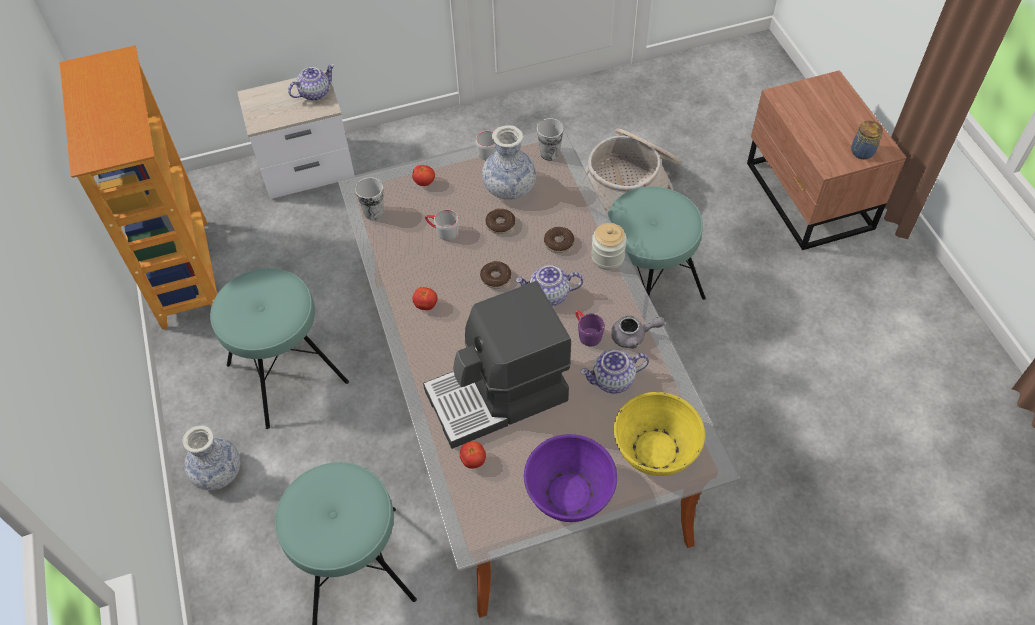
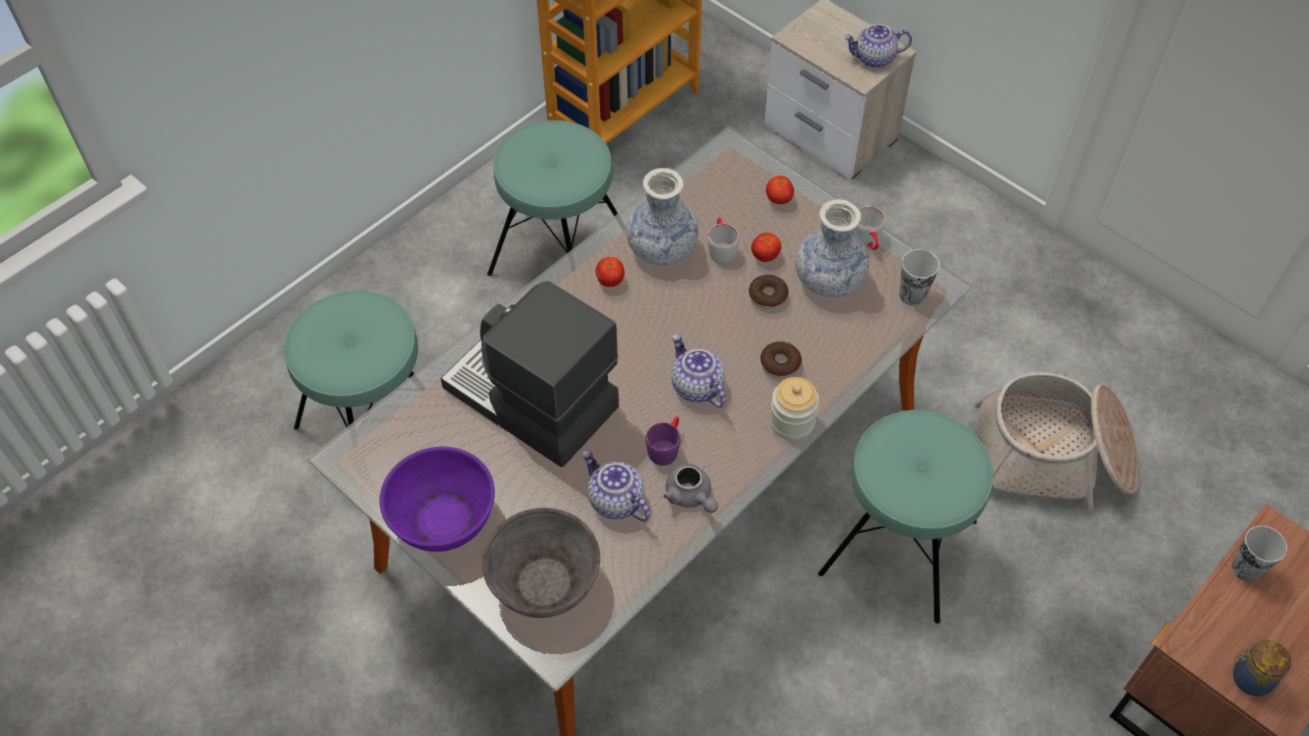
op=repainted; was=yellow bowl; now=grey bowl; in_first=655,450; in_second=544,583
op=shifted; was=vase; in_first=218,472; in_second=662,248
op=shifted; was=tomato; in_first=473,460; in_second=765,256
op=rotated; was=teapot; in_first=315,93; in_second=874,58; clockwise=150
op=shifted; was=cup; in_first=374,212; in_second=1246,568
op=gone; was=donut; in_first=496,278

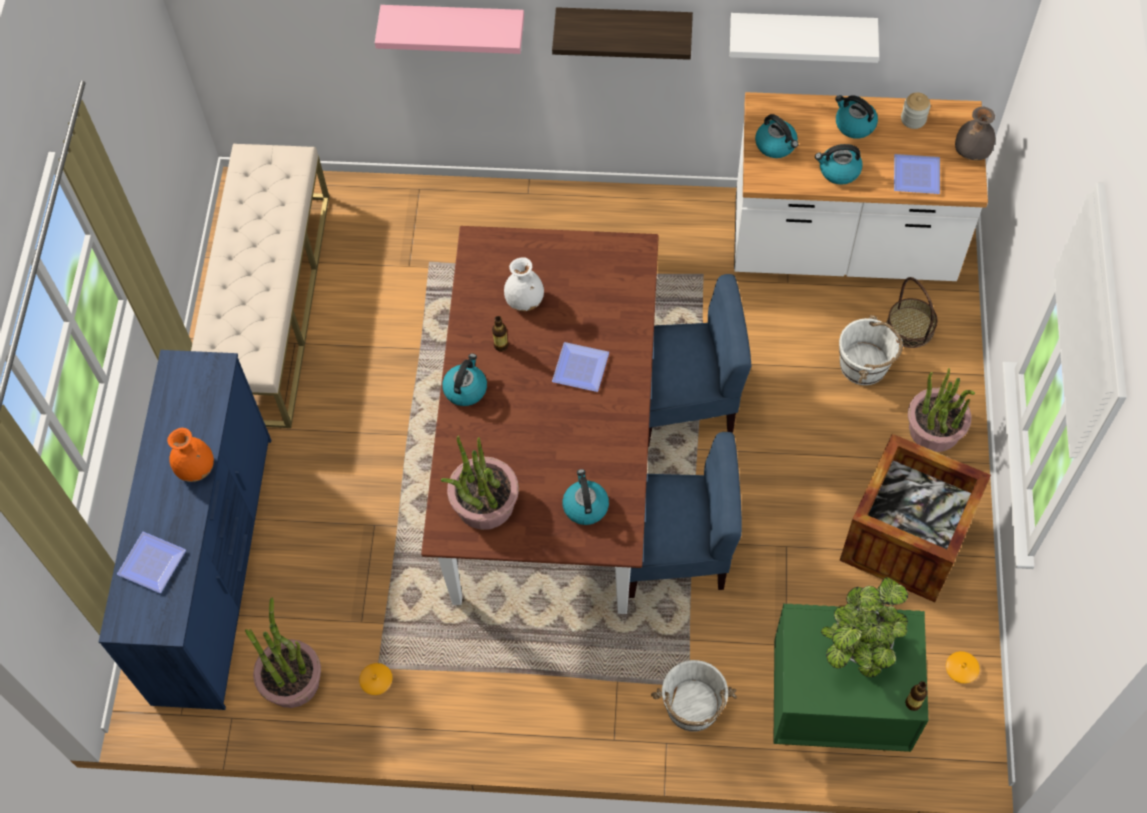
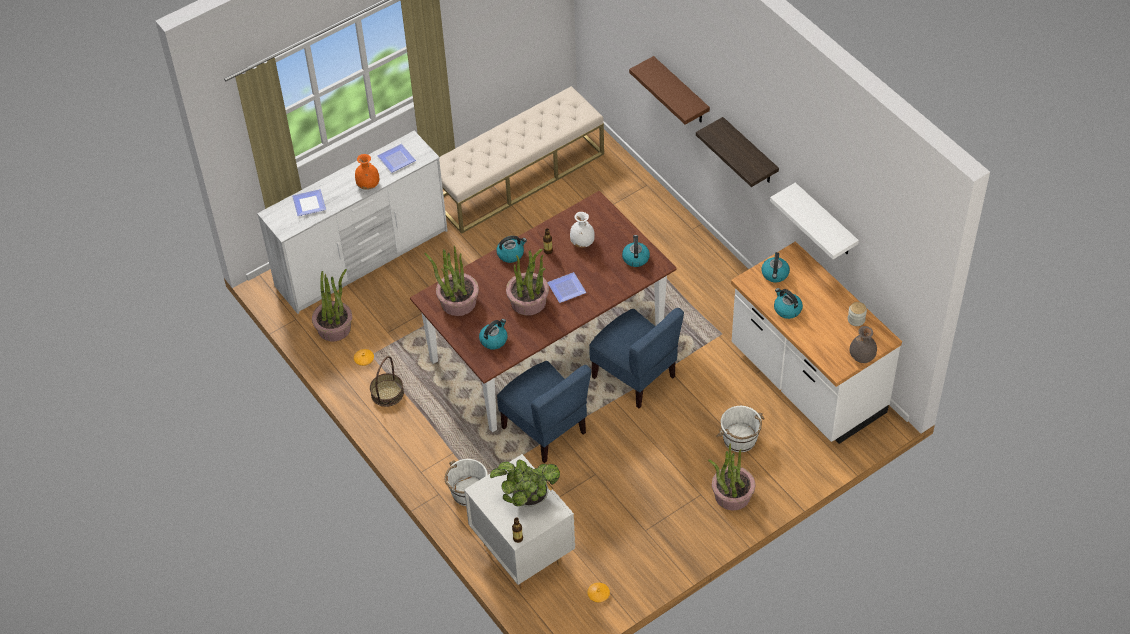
op=repainted; was=blue dresser; now=white dresser; in_first=215,567; in_second=363,259
op=shifted; was=basket; in_first=910,327; in_second=387,393
op=shifted; was=plate; in_first=918,177; in_second=396,160
op=repainted; was=green nightstand; now=white nightstand; in_first=835,710; in_second=523,553
op=new; now=potted plant; in_second=528,301
op=shifted; was=kettle; in_first=854,125; in_second=635,258
op=repainted; was=pink shelf; now=brown shelf; in_first=454,23; in_second=681,92
op=gone; was=crate; in_first=905,539

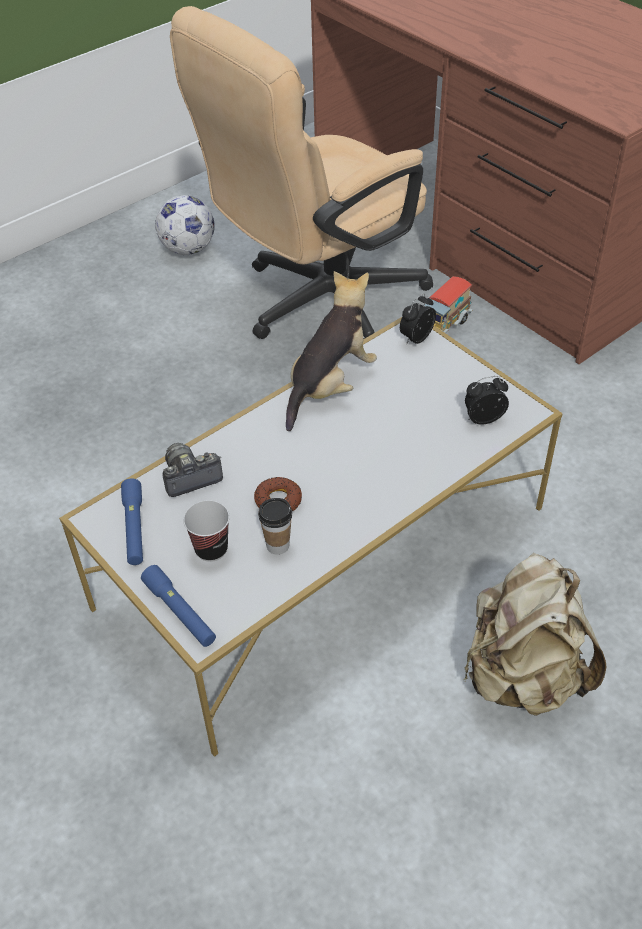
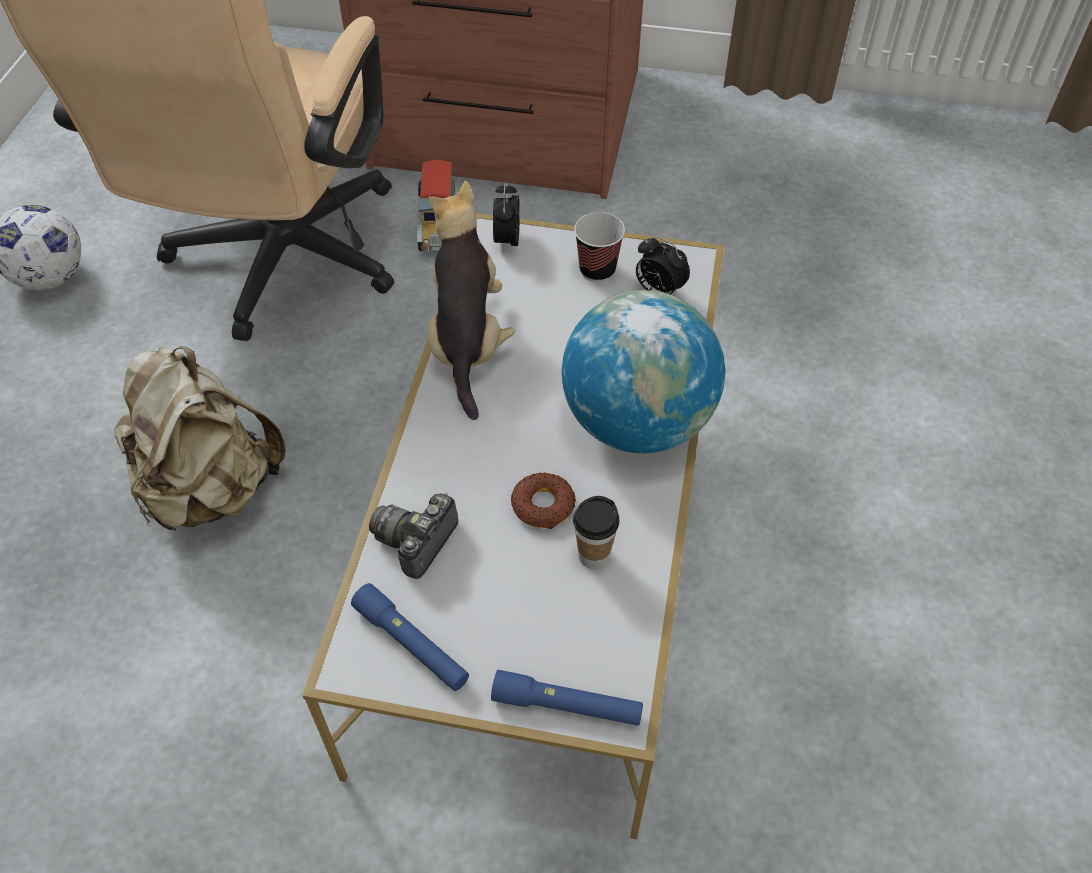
op=shifted; was=beige backpack; in_first=523,675; in_second=211,488
op=new; now=globe; in_second=637,422
op=shifted; was=cup; in_first=211,549; in_second=597,270
op=rotated; was=alarm clock; in_first=483,418; in_second=658,291; clockwise=-90

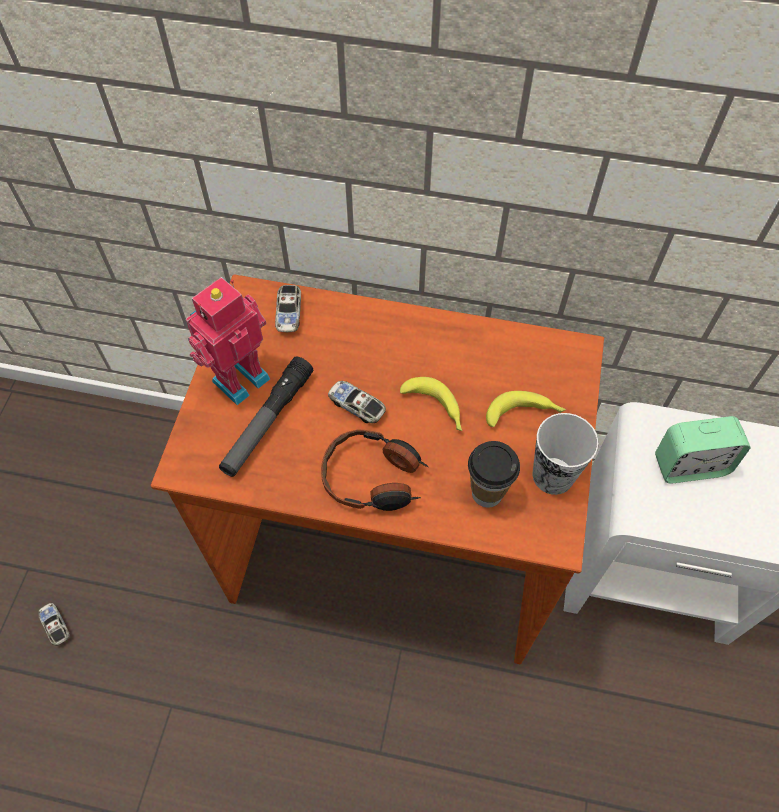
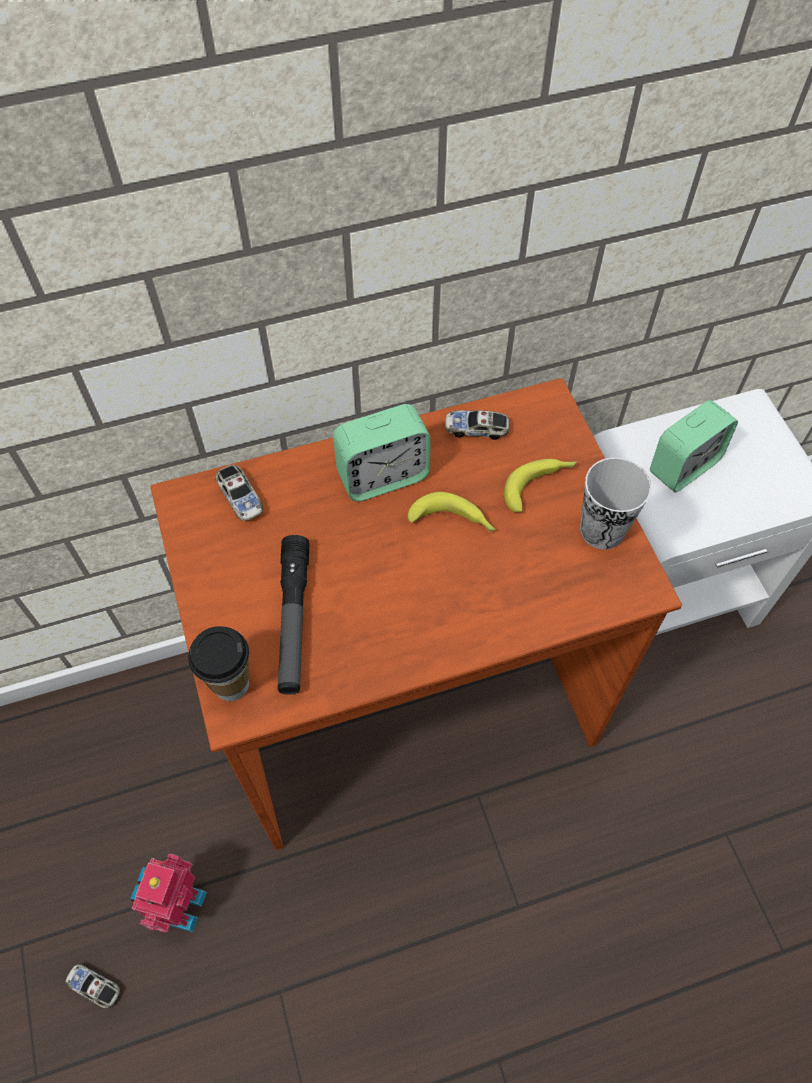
op=shifted; was=toy robot; in_first=238,377; in_second=179,906
op=shifted; was=cup; in_first=487,493; in_second=231,684
op=new; now=alarm clock; in_second=383,476
op=shifted; was=toy car; in_first=356,406; in_second=476,429
op=gone; was=headphones; in_first=373,478

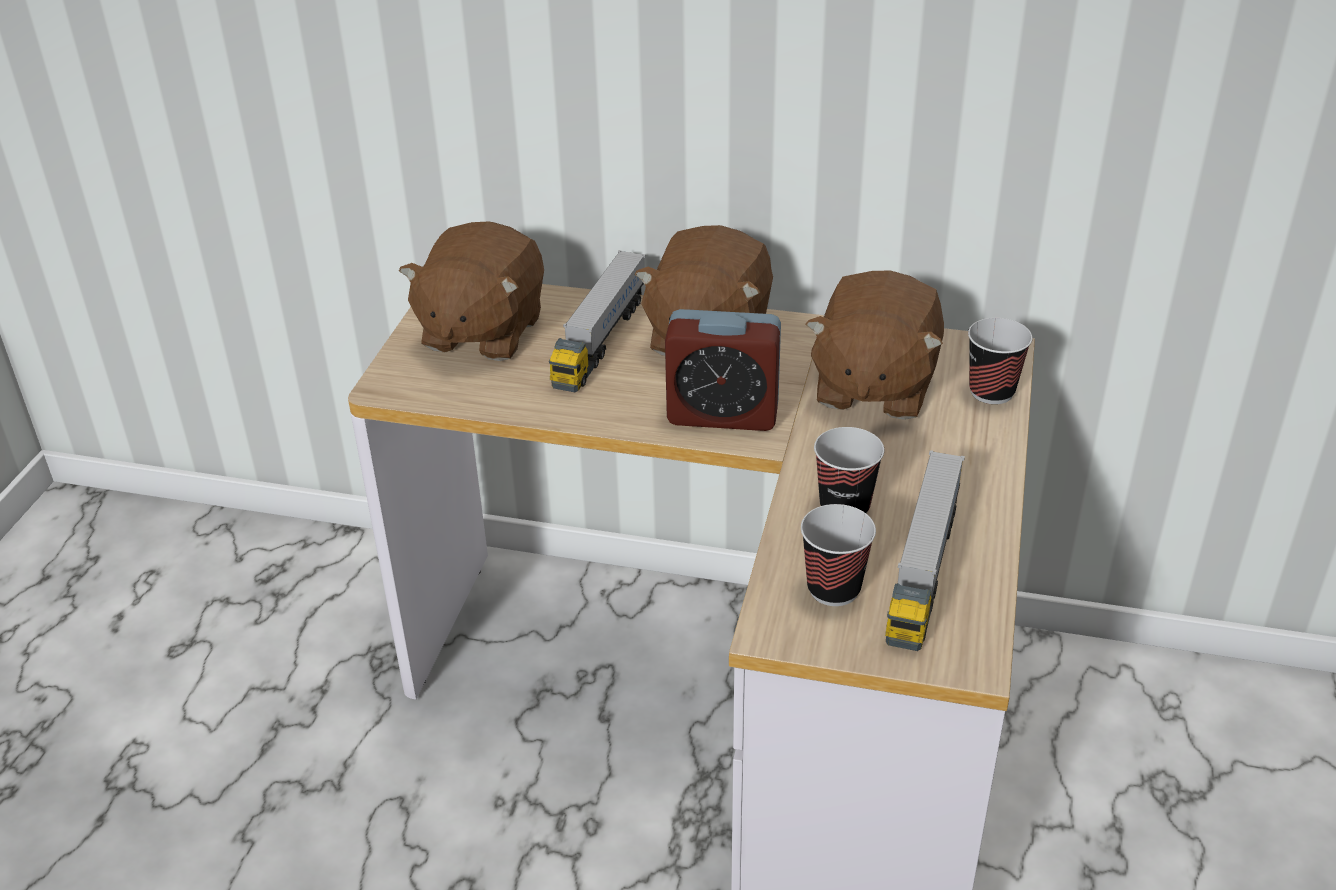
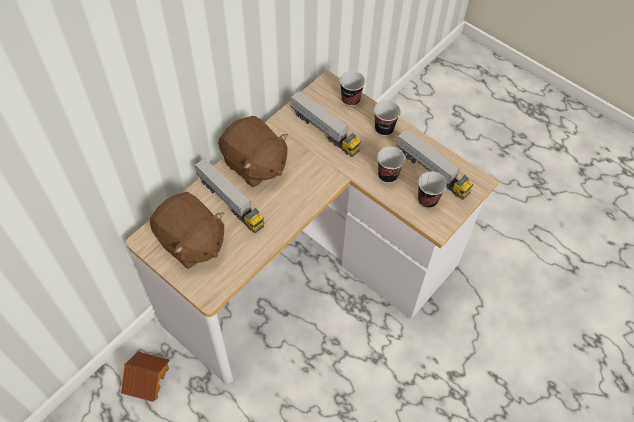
op=new; now=toy house; in_second=147,379
op=swapped; was=brown plush toy; now=toy truck; in_first=873,387; in_second=324,131
op=new; now=cup; in_second=384,129
op=gone; was=alarm clock; in_first=722,414

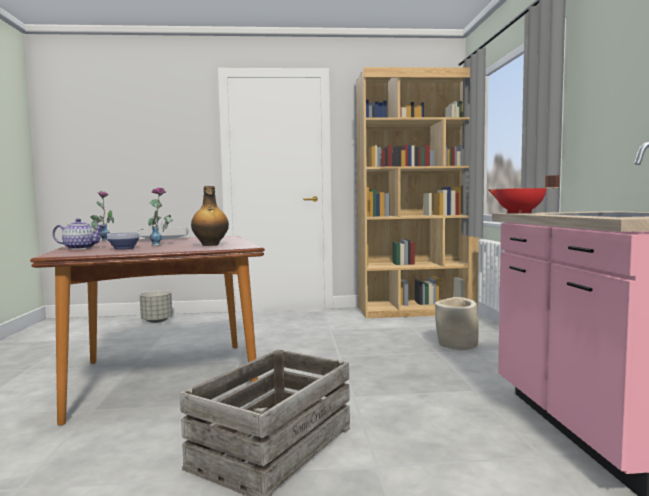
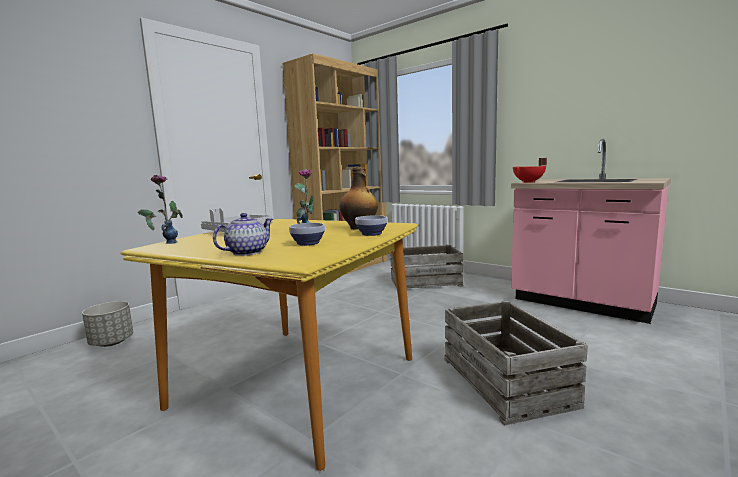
op=repainted; was=brown dining table; now=yellow dining table; in_first=164,378; in_second=297,383
op=new; now=bowl; in_second=372,234
op=swapped; was=beige planter; now=crate; in_first=457,344; in_second=425,281

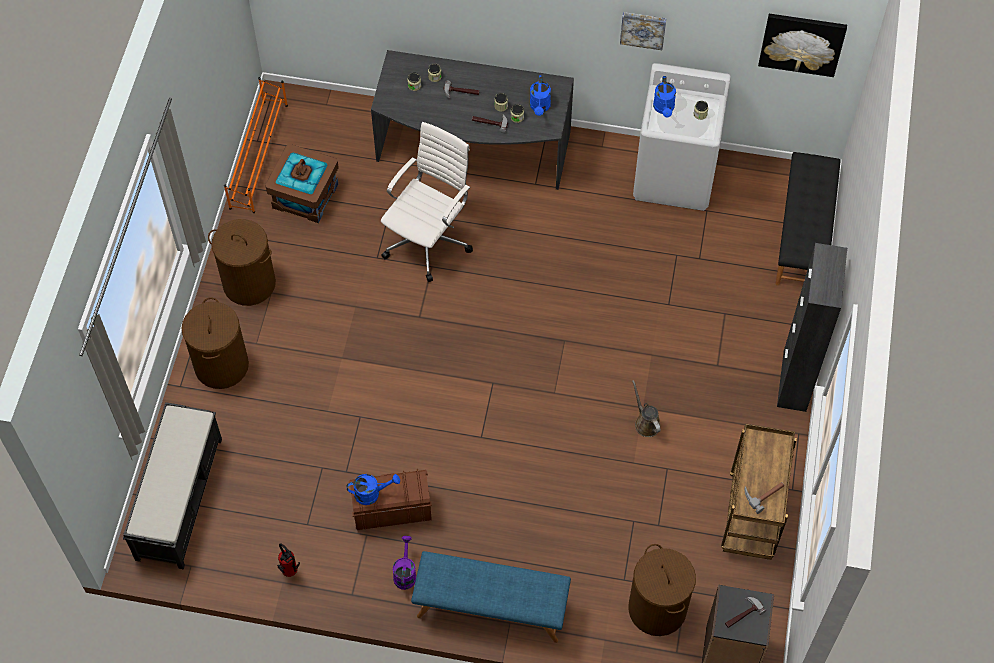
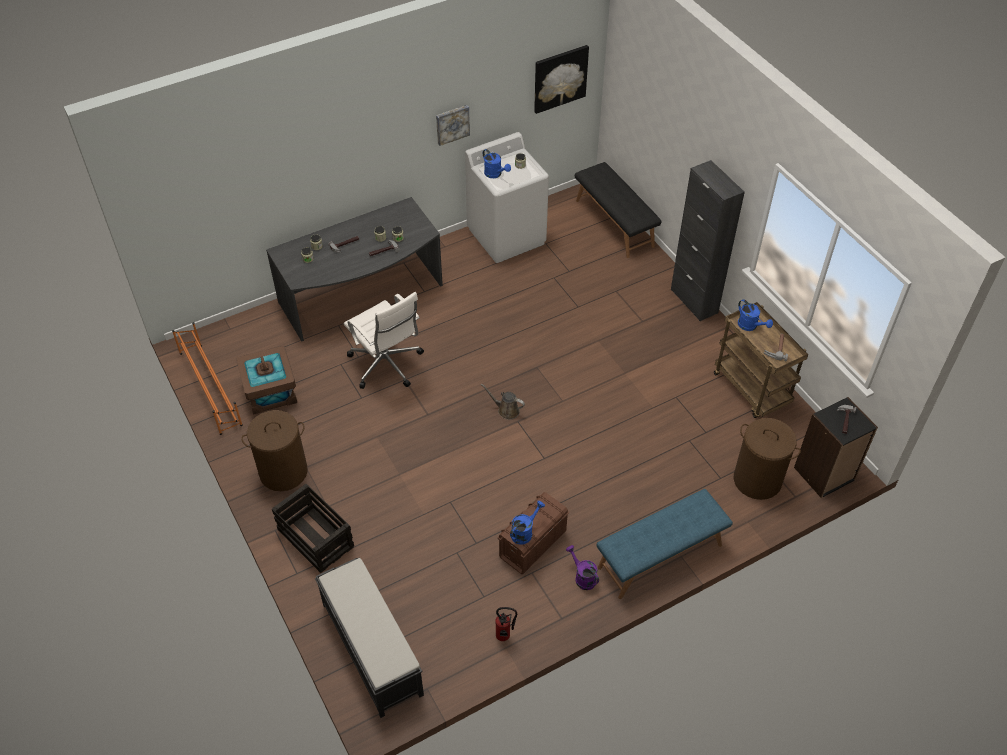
op=swapped; was=brown laundry basket; now=crate; in_first=221,365; in_second=315,538
op=rotated; was=white office chair; in_first=429,240; in_second=386,365; clockwise=150
op=shifted; was=brown watering can; in_first=646,422; in_second=506,410
op=shifted; was=blue watering can; in_first=540,107; in_second=750,326

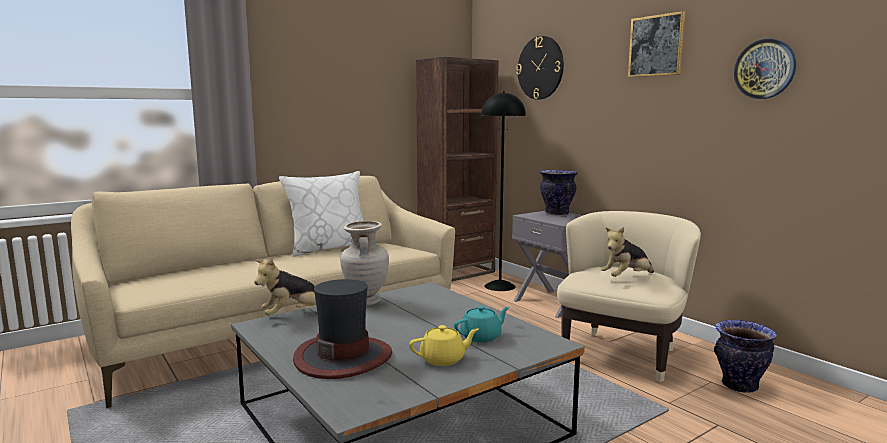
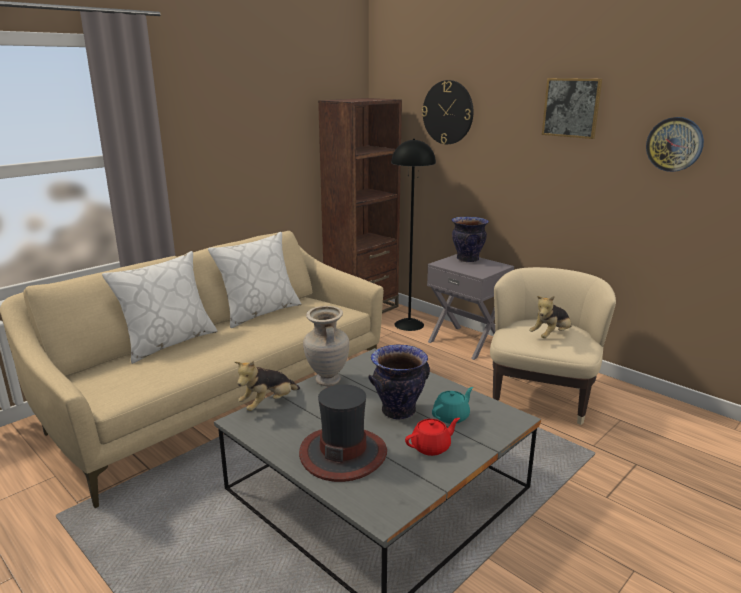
op=new; now=white pillow; in_second=168,342
op=shifted; was=vase; in_first=739,386; in_second=398,411
op=repainted; was=yellow teapot; now=red teapot; in_first=443,359; in_second=431,447

